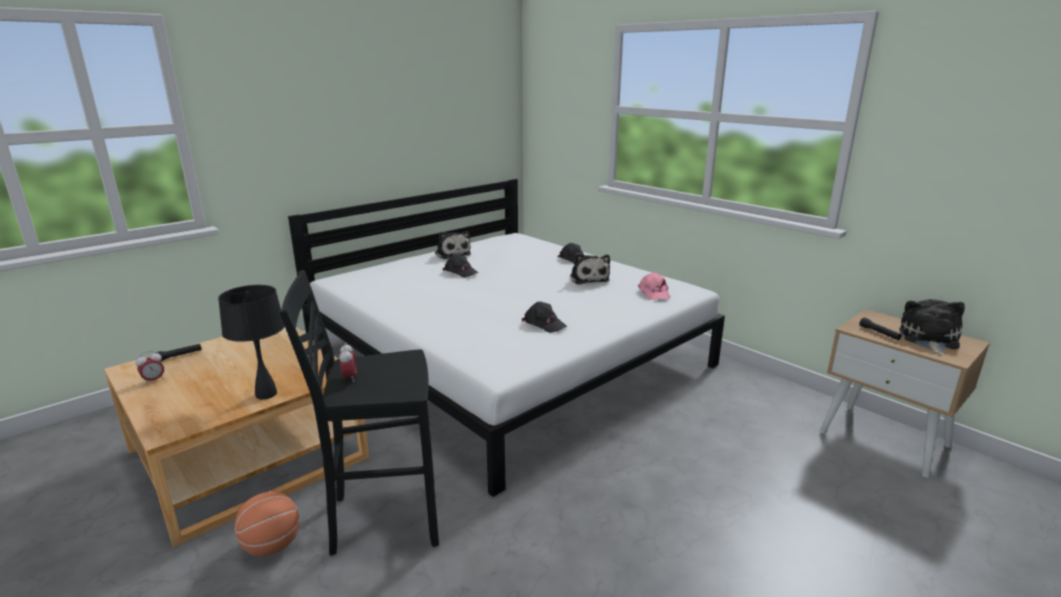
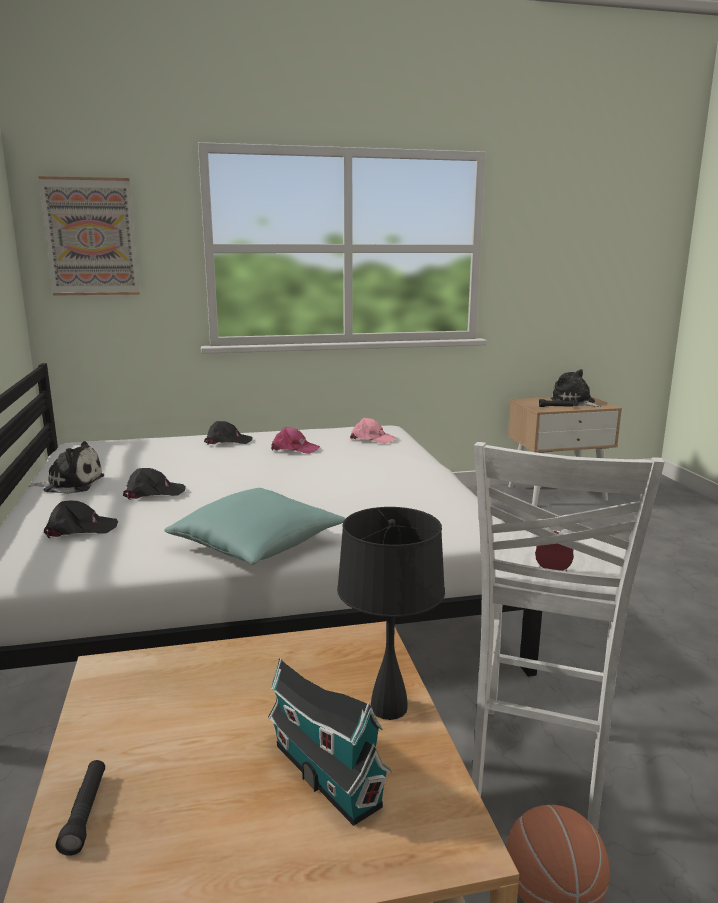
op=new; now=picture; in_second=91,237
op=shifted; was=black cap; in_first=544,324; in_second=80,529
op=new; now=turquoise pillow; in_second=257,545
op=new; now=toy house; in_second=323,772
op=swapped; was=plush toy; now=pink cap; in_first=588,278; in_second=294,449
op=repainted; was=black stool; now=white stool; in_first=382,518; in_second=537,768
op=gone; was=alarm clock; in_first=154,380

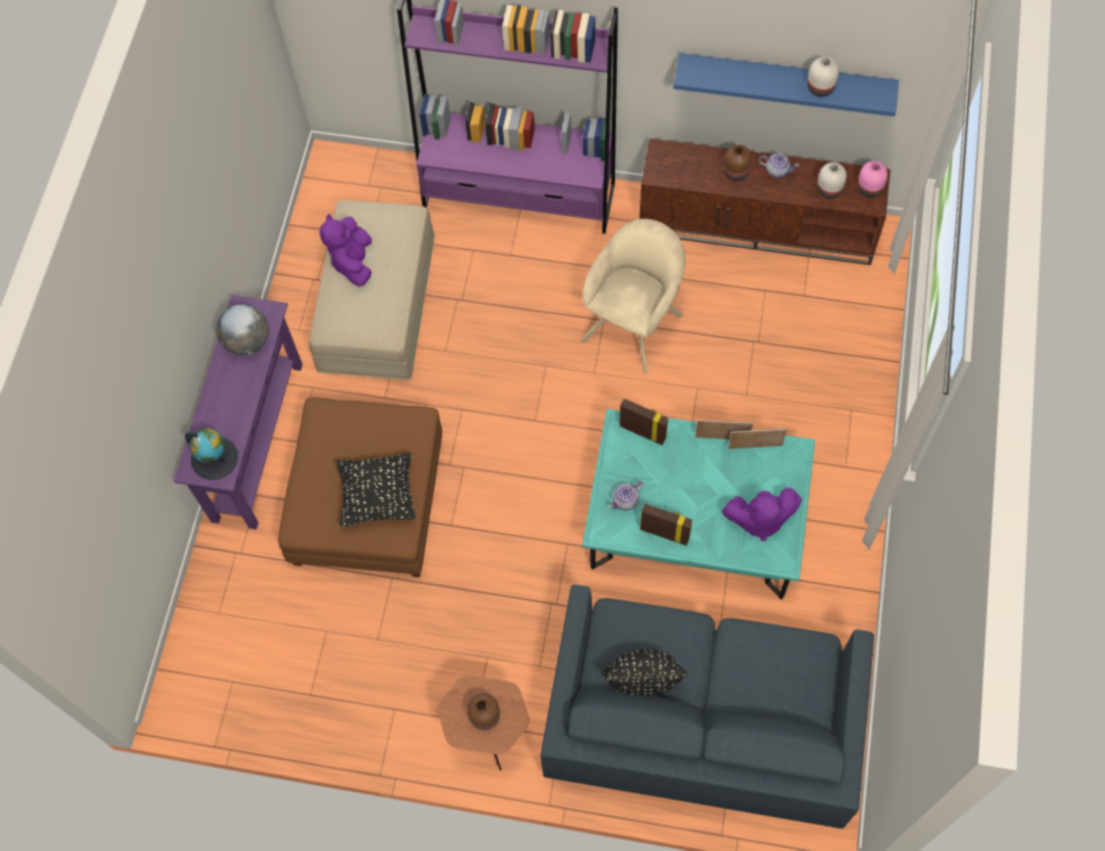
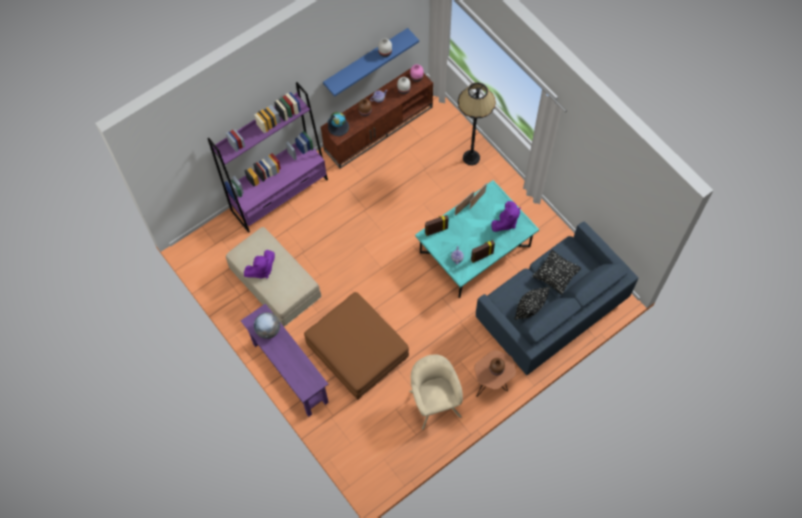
op=rotated; was=purple plush toy; in_first=353,262; in_second=261,270; clockwise=-75
op=shifted; was=globe; in_first=214,458; in_second=338,127
op=shifted; was=beige armchair; in_first=635,323; in_second=434,401
op=new; now=black floor lamp; in_second=471,158
op=shifted; was=black pillow; in_first=378,497; in_second=555,276

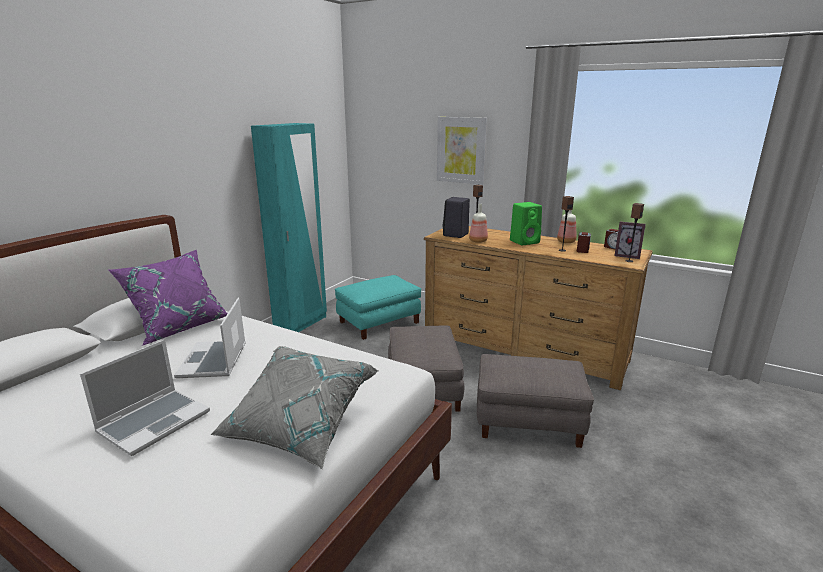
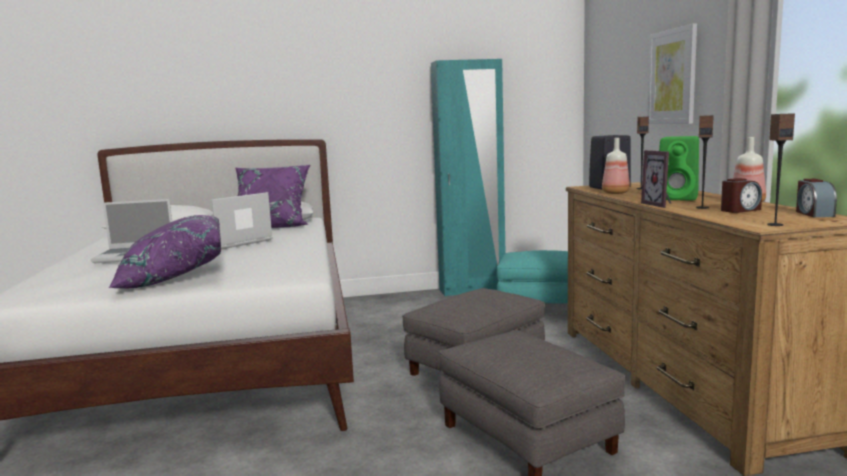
op=repainted; was=grey pillow; now=purple pillow; in_first=298,426; in_second=173,277
op=shifted; was=picture frame; in_first=627,255; in_second=661,204

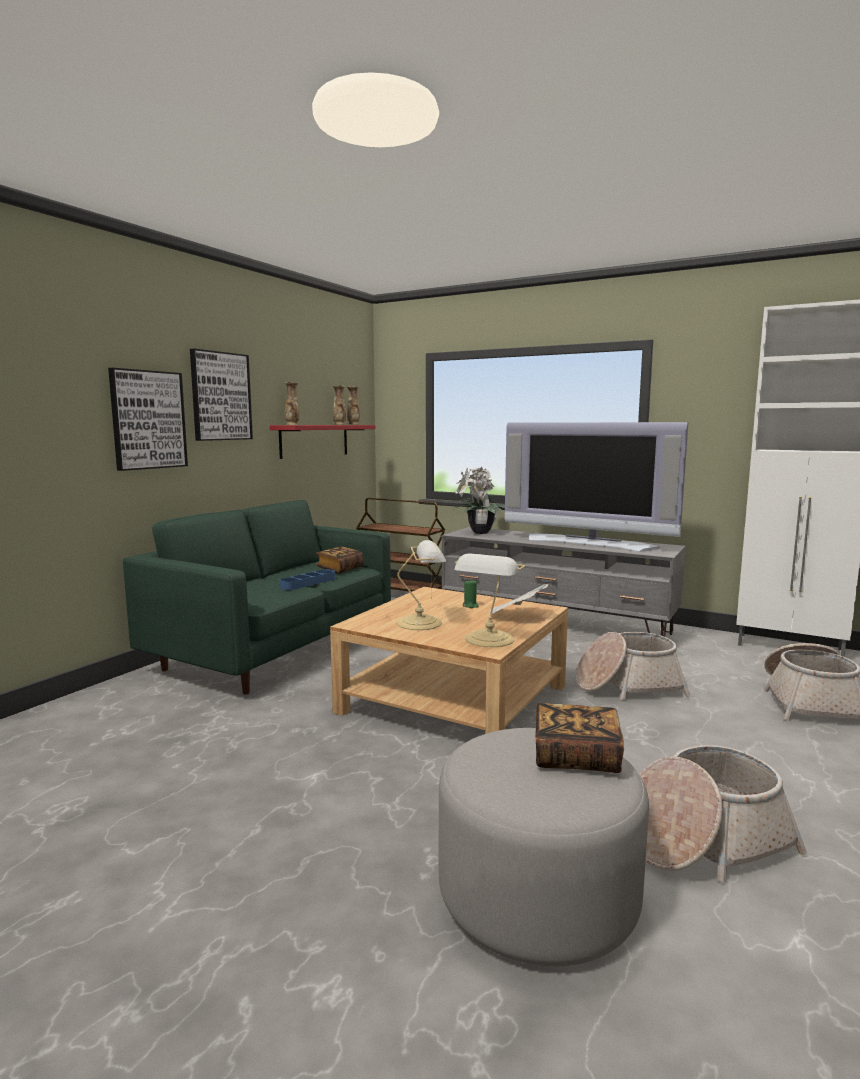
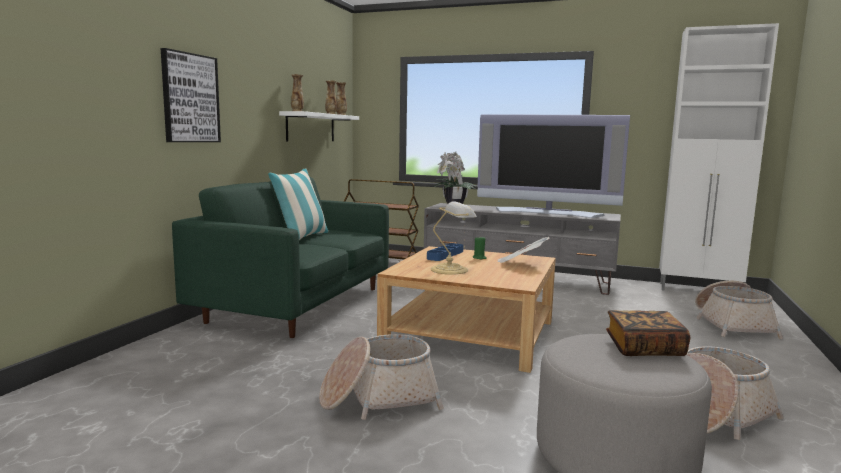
op=new; now=pillow; in_second=302,237
op=repainted; was=red shelf; now=white shelf; in_first=314,440; in_second=311,127
op=shifted; was=basket; in_first=627,685; in_second=378,398
op=shifted; was=blue tray; in_first=308,583; in_second=445,255
op=gone; was=picture; in_first=220,396
op=gone; was=book; in_first=340,569
op=gone; was=table lamp; in_first=488,640

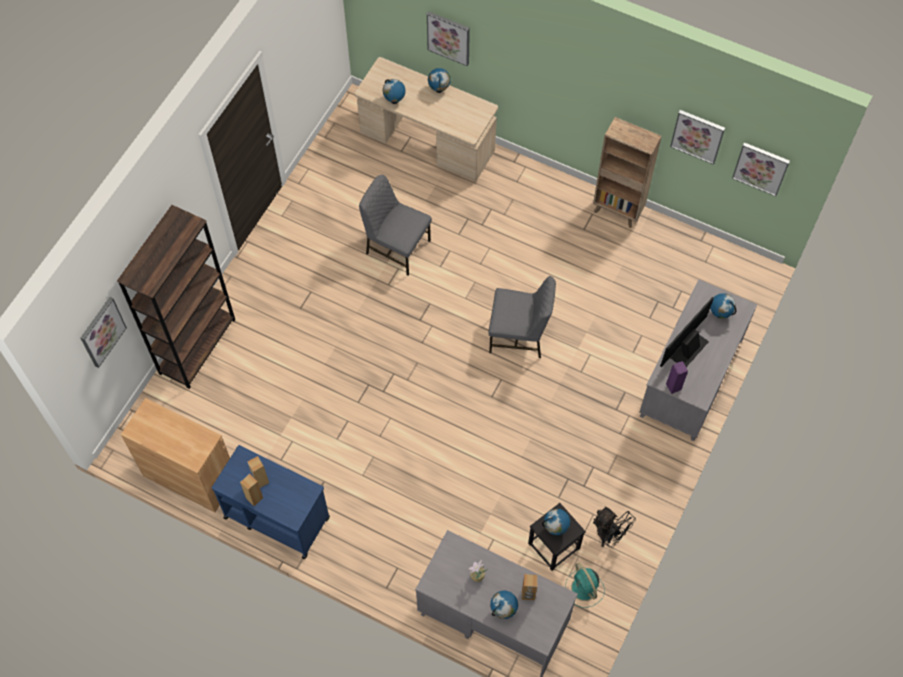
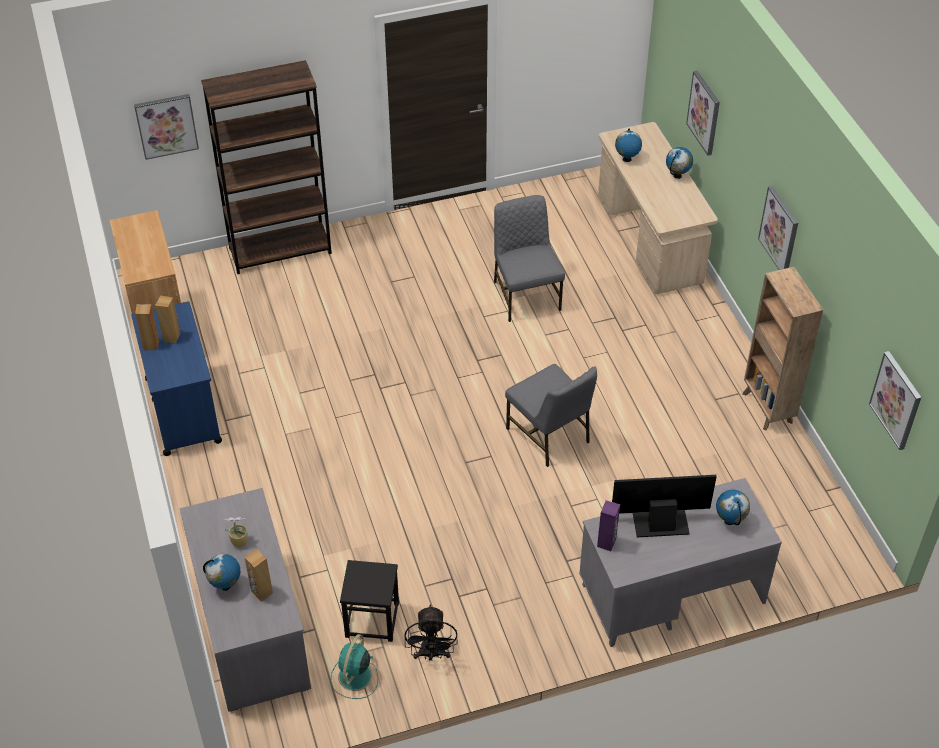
op=shifted; was=picture; in_first=697,136; in_second=779,230
op=gone; was=globe; in_first=555,528

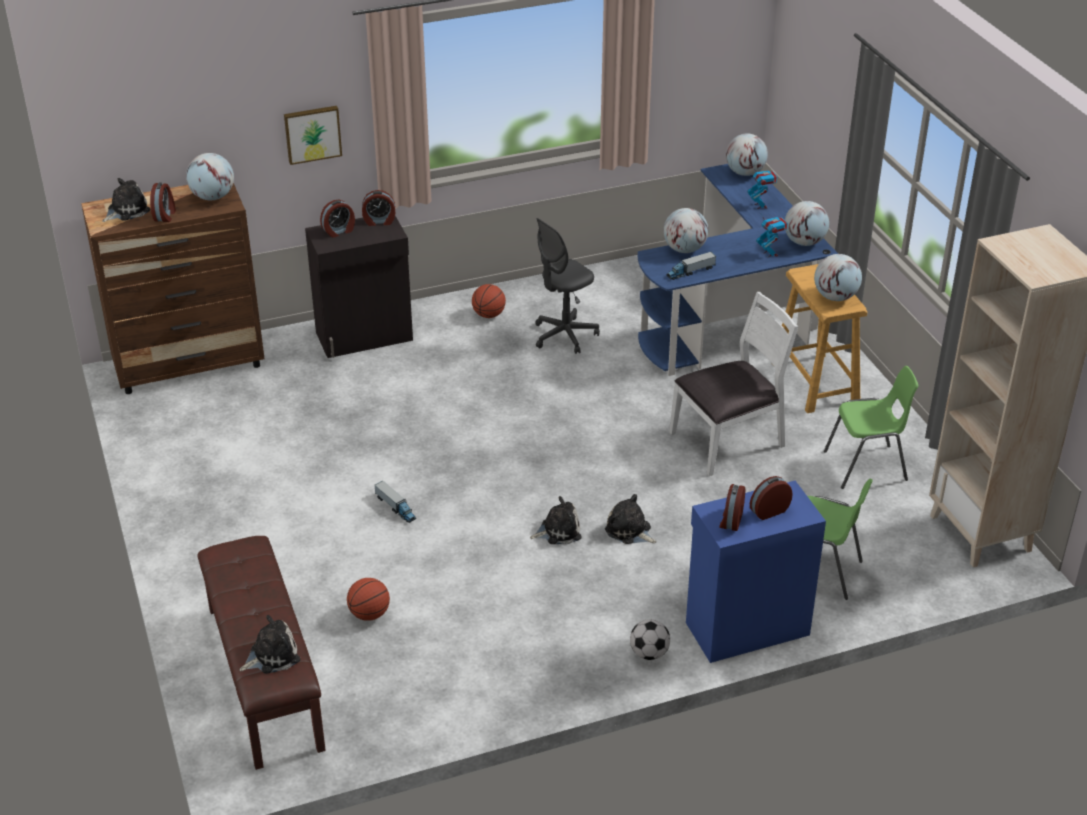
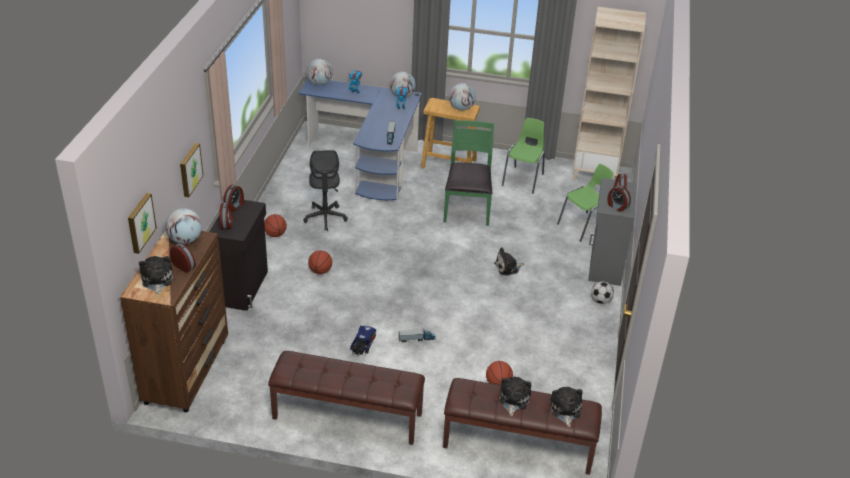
op=new; now=picture; in_second=140,222
op=new; now=brown bench; in_second=347,416
op=new; now=basketball; in_second=320,271
op=new; now=toy truck; in_second=362,345
op=repainted; was=white chair; now=green chair; in_first=728,440; in_second=467,207
op=shifted; was=plush toy; in_first=558,531; in_second=513,400
op=repainted; was=blue cabinet; now=grey cabinet; in_first=745,627; in_second=605,264
op=gone; was=globe; in_first=684,249

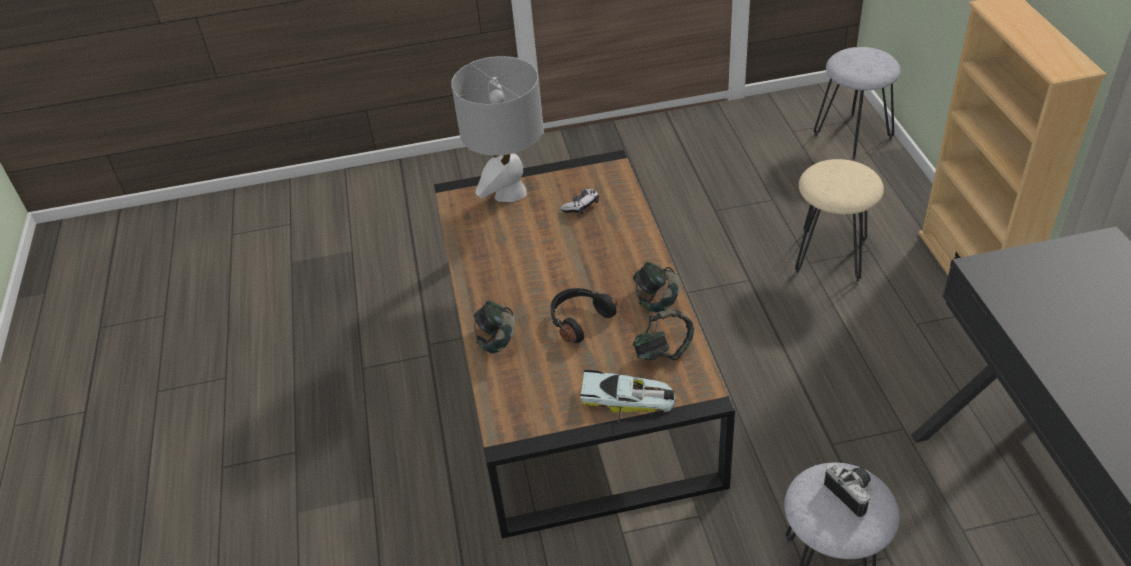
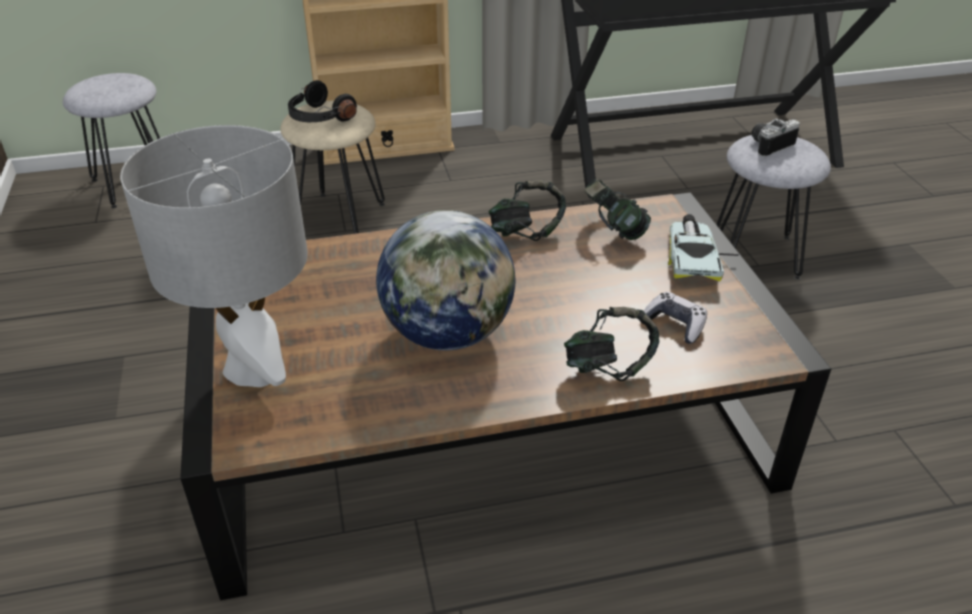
op=shifted; was=black headphones; in_first=579,319; in_second=319,117
op=new; now=globe; in_second=448,333
op=shifted; was=game controller; in_first=581,206; in_second=674,325

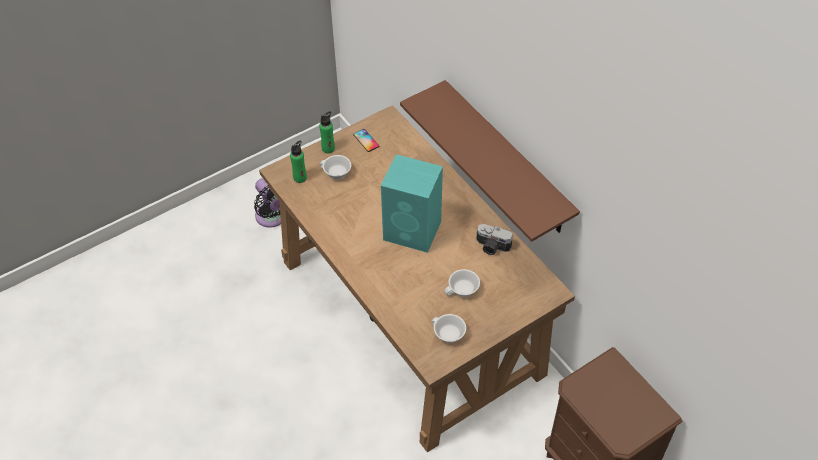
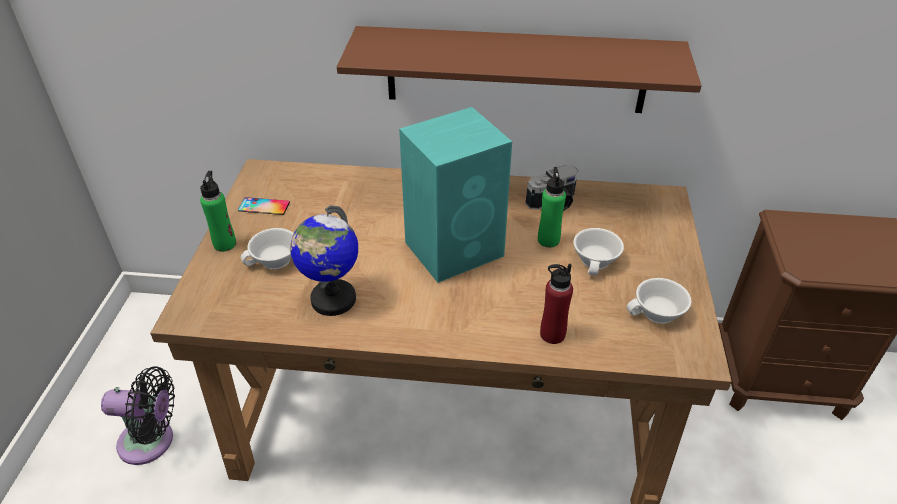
op=new; now=globe; in_second=332,299
op=shifted; was=green bottle; in_first=300,178; in_second=548,240
op=new; now=red bottle; in_second=552,334

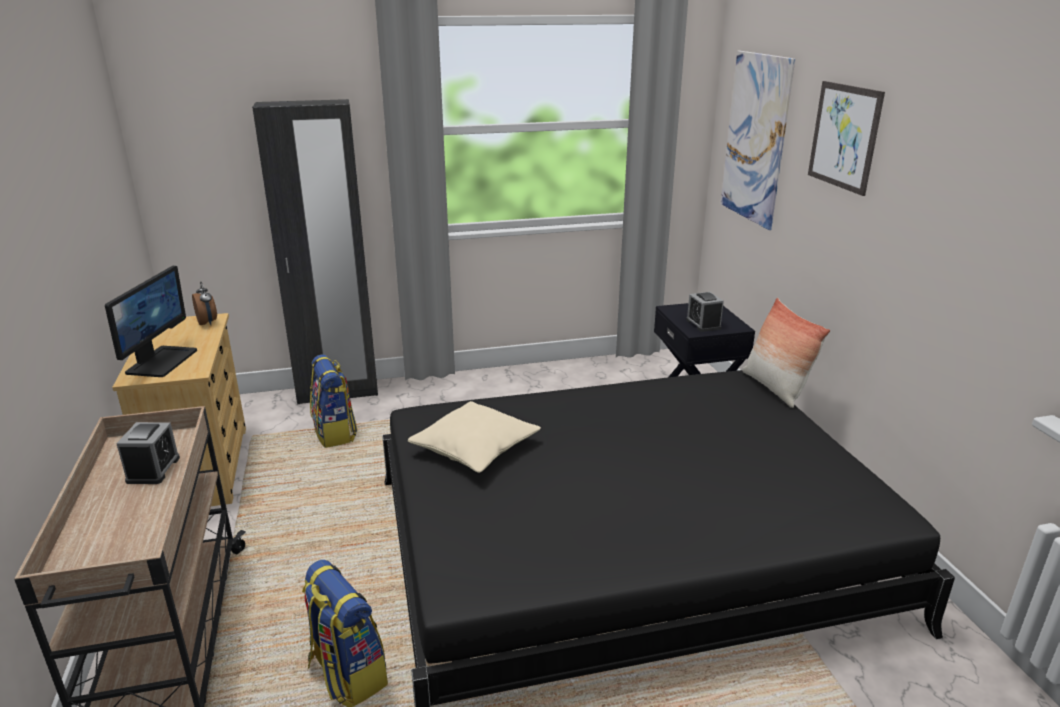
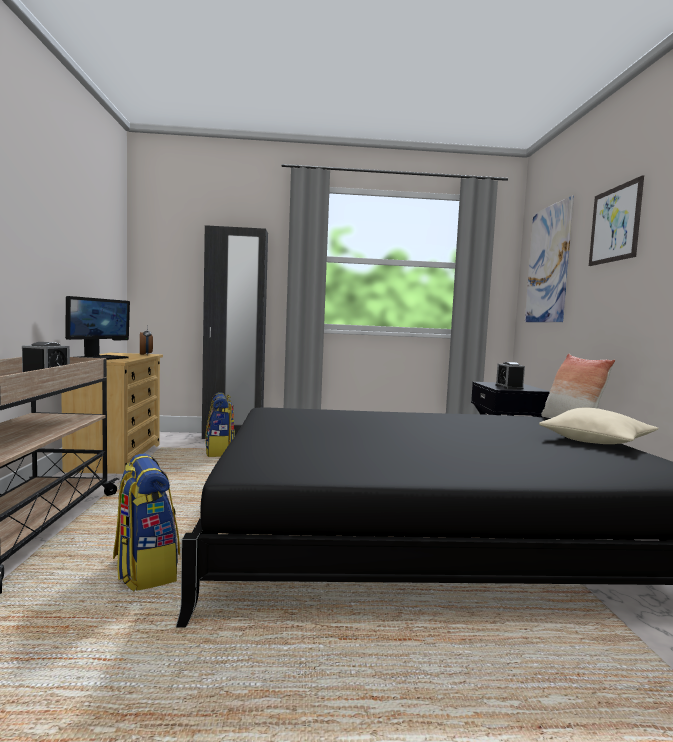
op=shifted; was=beige pillow; in_first=475,449; in_second=596,442

